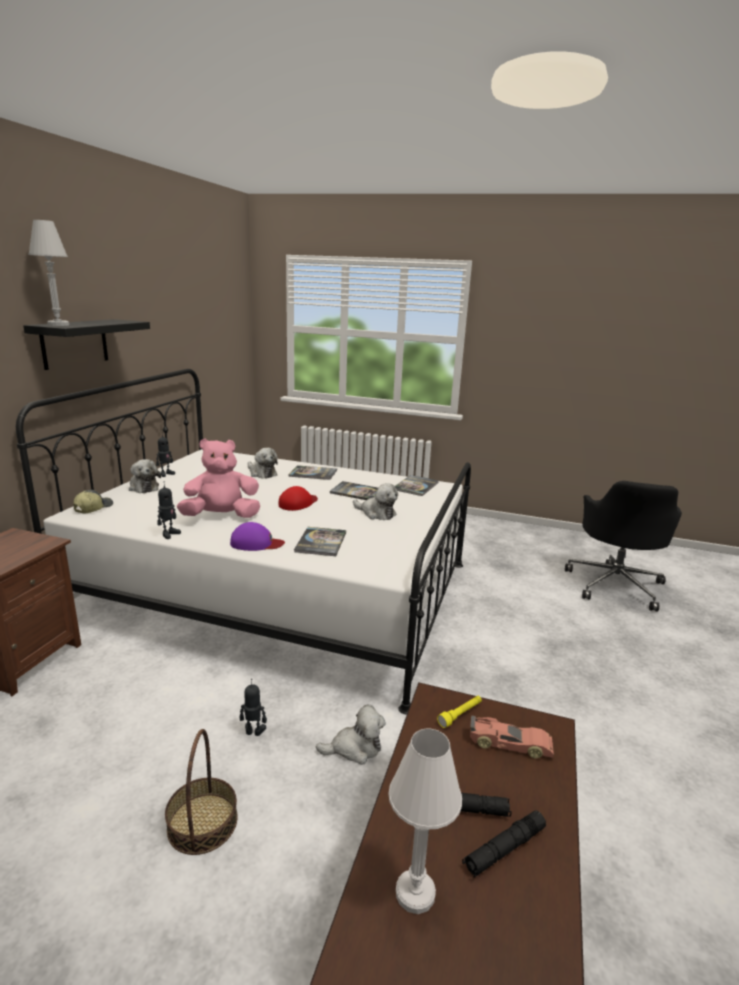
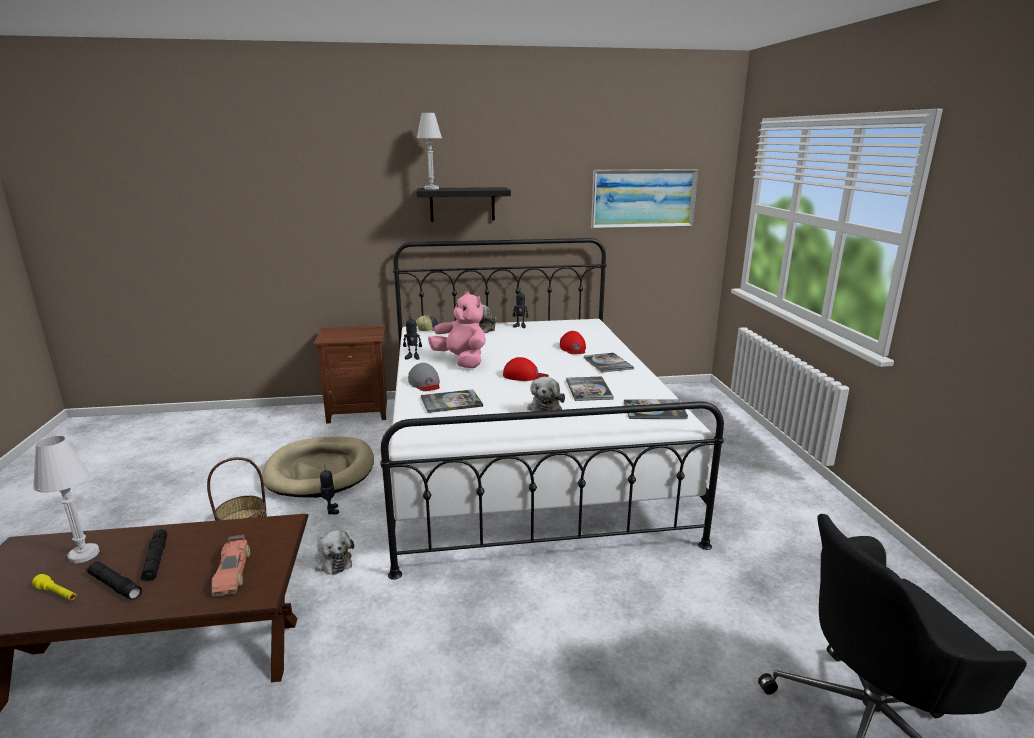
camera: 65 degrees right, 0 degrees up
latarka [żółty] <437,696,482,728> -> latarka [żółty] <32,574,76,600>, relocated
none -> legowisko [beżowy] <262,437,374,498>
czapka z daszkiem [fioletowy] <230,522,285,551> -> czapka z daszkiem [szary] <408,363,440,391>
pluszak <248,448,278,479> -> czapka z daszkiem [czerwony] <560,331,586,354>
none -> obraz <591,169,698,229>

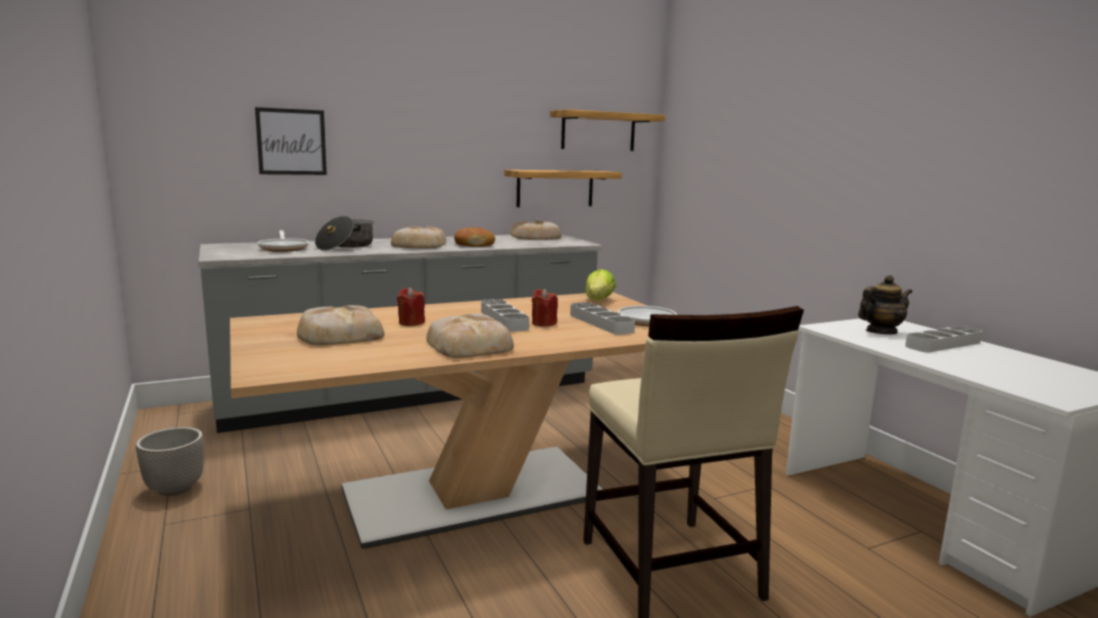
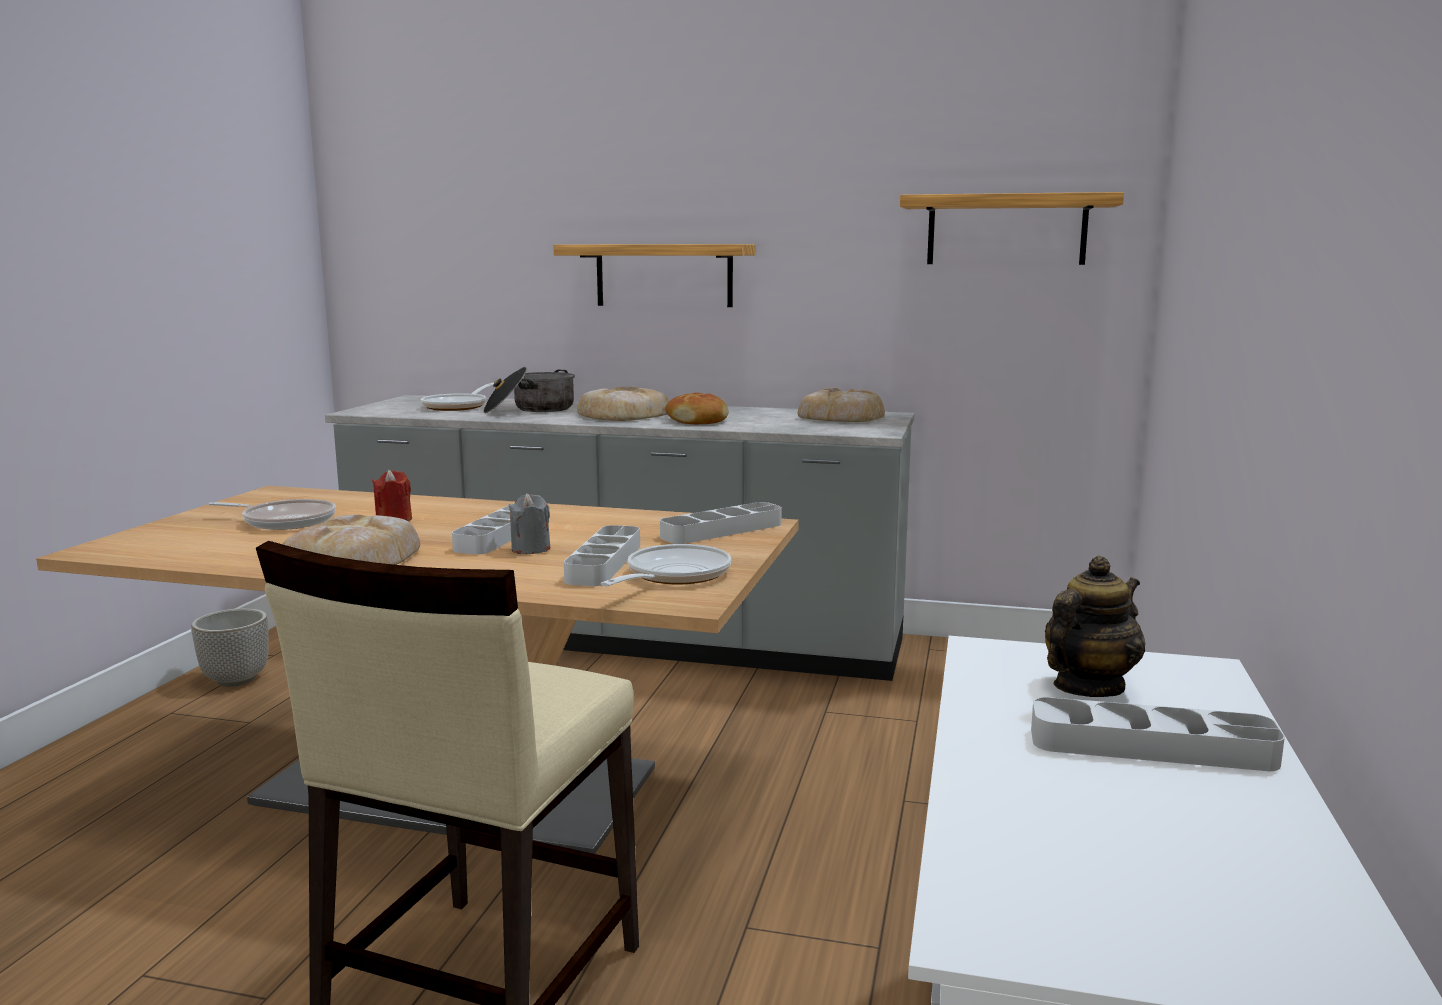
camera: 40 degrees right, 0 degrees up
chleb <297,305,385,345> -> patelnia <208,499,336,530>
świeca [czerwony] <532,288,558,327> -> świeca [szary] <508,493,550,554>
półka <504,170,622,207> -> półka <553,244,755,307>, relocated
sałata <585,269,616,300> -> taca [szary] <660,502,782,544>
imbryk <858,275,912,334> -> imbryk <1045,556,1146,697>, 60 degrees counterclockwise
obraz <255,107,327,175> -> none

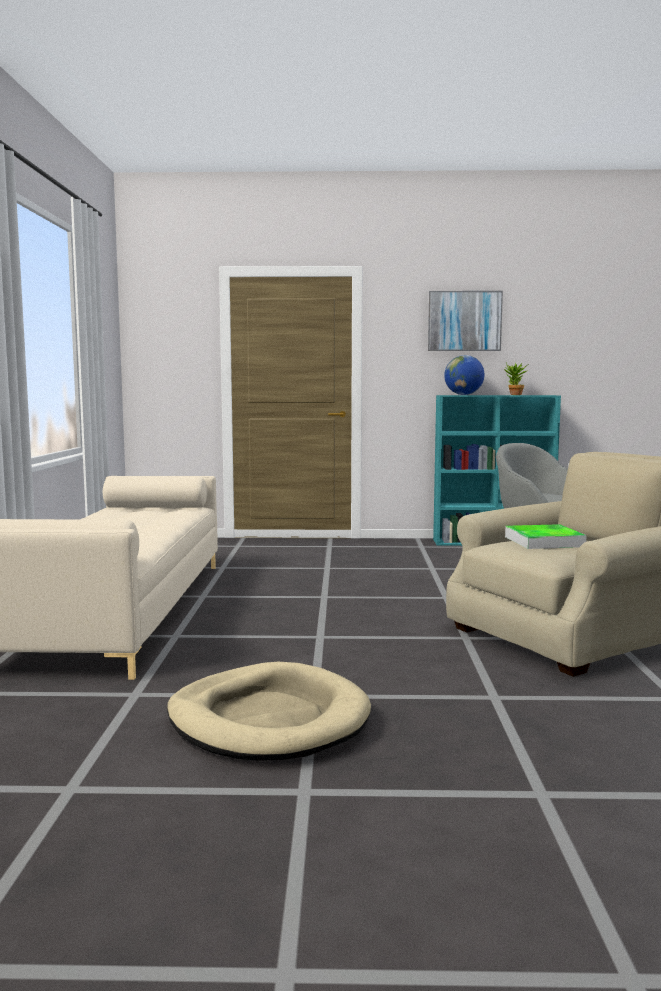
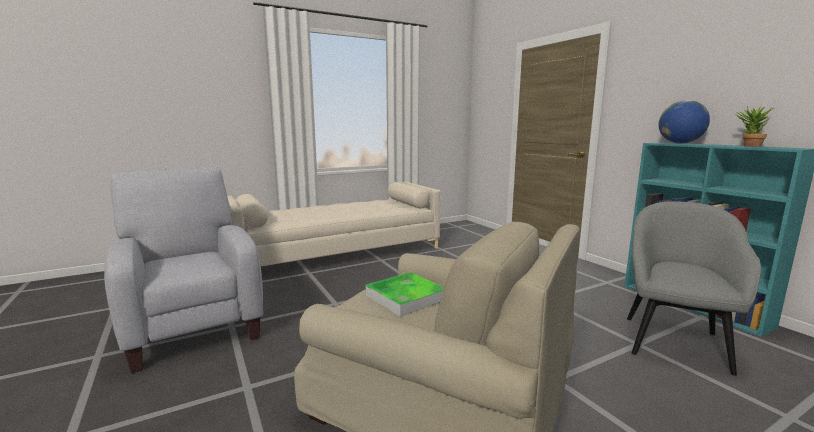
camera: 60 degrees right, 5 degrees up
legowisko [beżowy] <167,662,371,761> -> fotel [szary] <104,167,263,373>
obraz <428,291,503,351> -> none

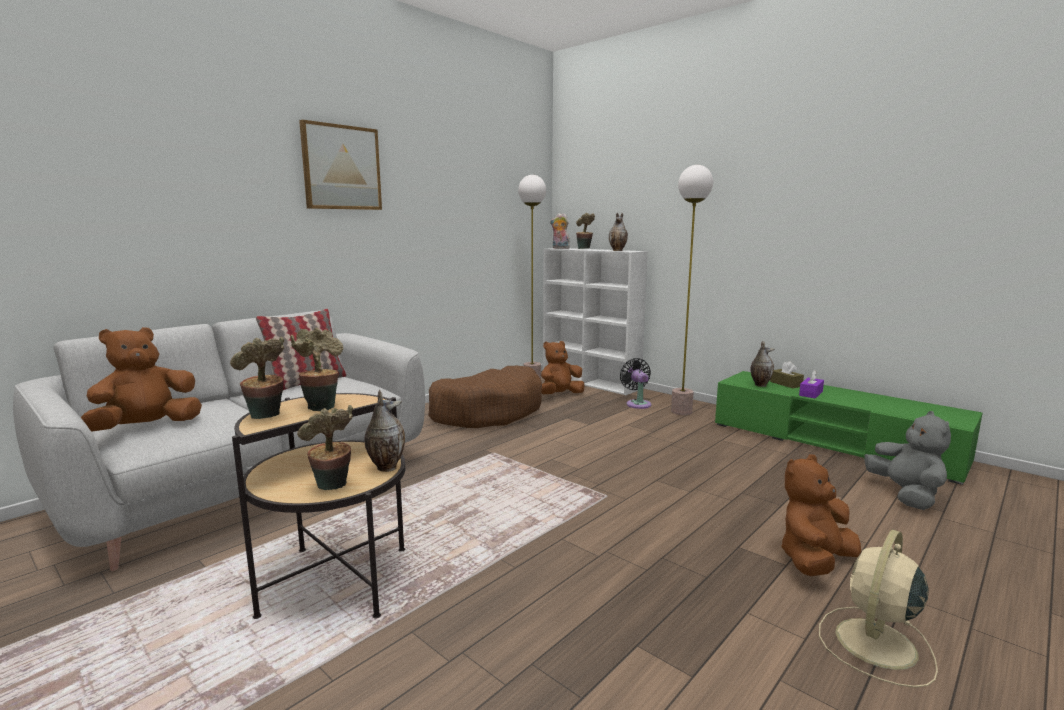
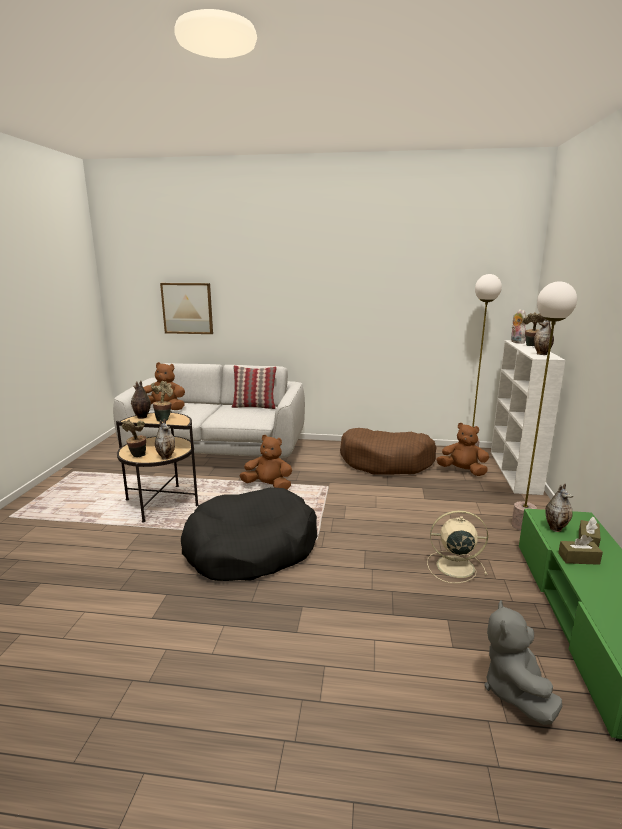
camera: 55 degrees right, 5 degrees up
roślina doniczkowa <230,337,284,419> -> wazon <131,380,151,419>
obraz <299,120,382,210> -> obraz <160,283,213,334>, relocated
none -> legowisko [czarny] <181,487,318,581>
pluszak [brązowy] <781,454,861,576> -> pluszak [brązowy] <239,435,292,490>, relocated
wentylator [beżowy] <819,530,938,688> -> wentylator [beżowy] <427,510,488,583>, relocated
pluszak [szary] <864,411,951,510> -> pluszak [szary] <485,600,562,725>, 135 degrees clockwise
pudełko chusteczek [fioletowy] <799,370,824,399> -> pudełko chusteczek [brązowy] <558,535,603,565>
wentylator [czarny] <620,358,651,409> -> none

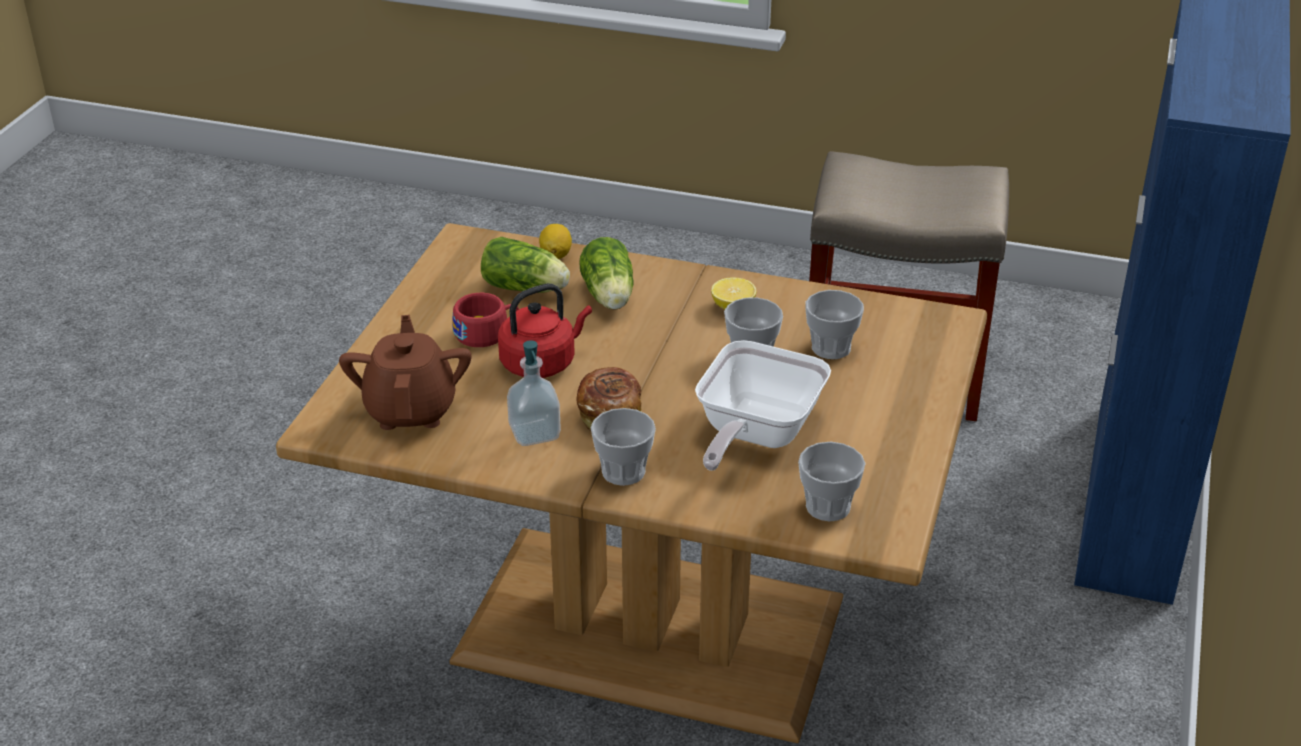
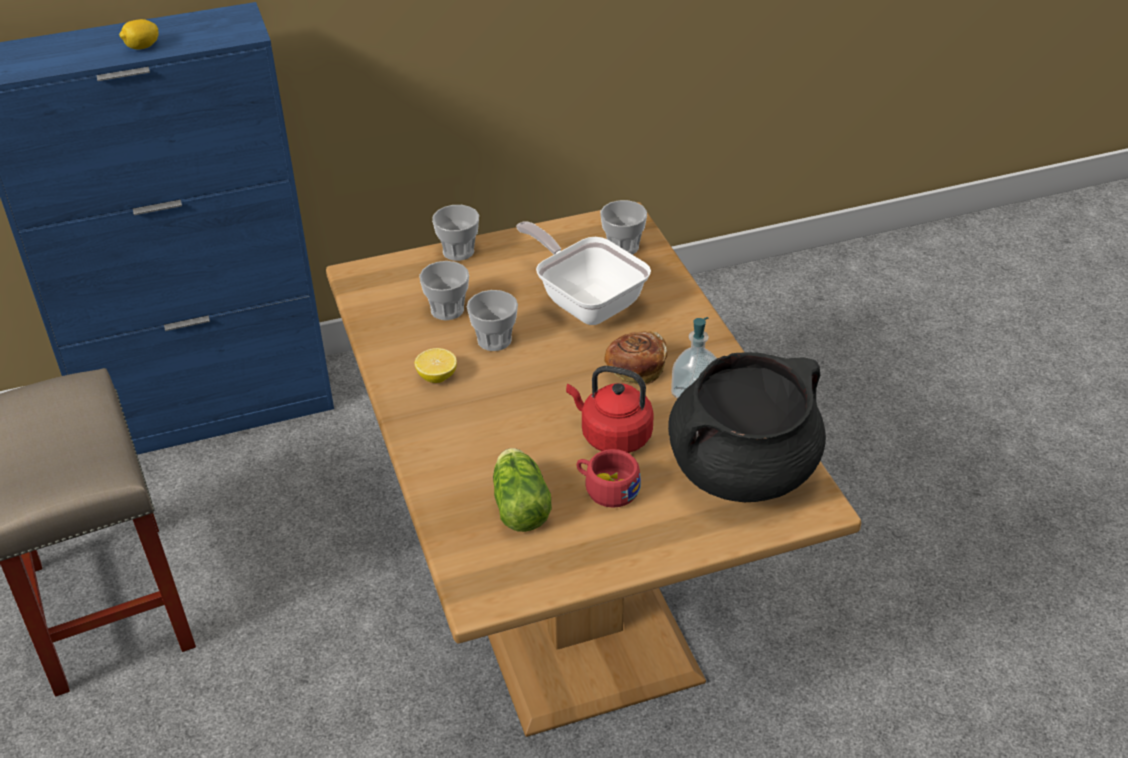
camera: 125 degrees left, 5 degrees up
cytryna <539,224,572,259> -> cytryna <119,19,159,49>, relocated
filiżanka <590,408,656,486> -> filiżanka <432,205,479,261>, relocated
patelnia <695,340,831,471> -> patelnia <516,221,651,325>, 120 degrees counterclockwise
imbryk [brązowy] <339,315,472,430> -> garnek [czarny] <668,352,826,502>
sałata <579,237,634,309> -> none

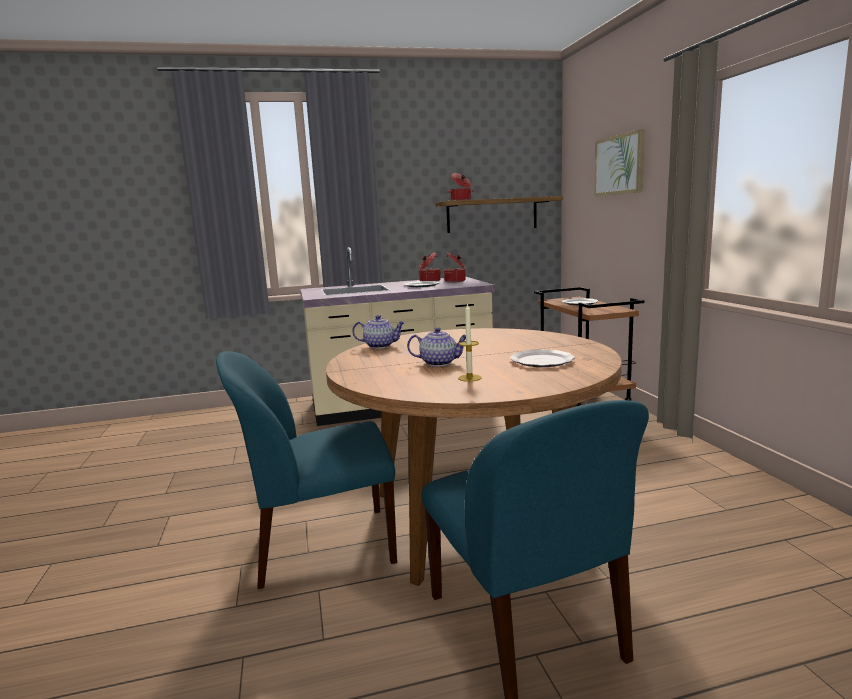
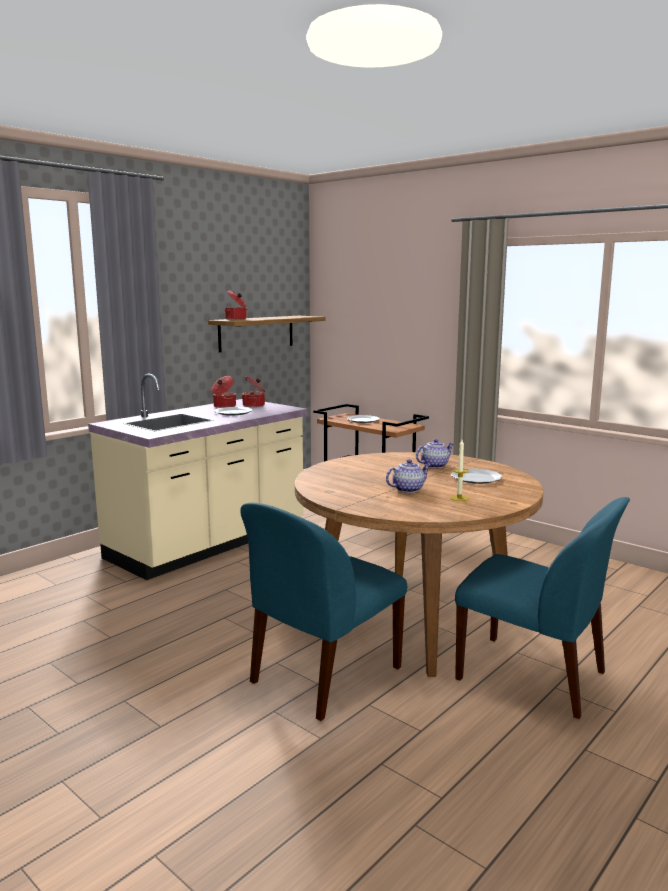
camera: 35 degrees left, 0 degrees up
imbryk <352,315,405,349> -> imbryk <416,439,453,468>, relocated
obraz <594,129,645,196> -> none

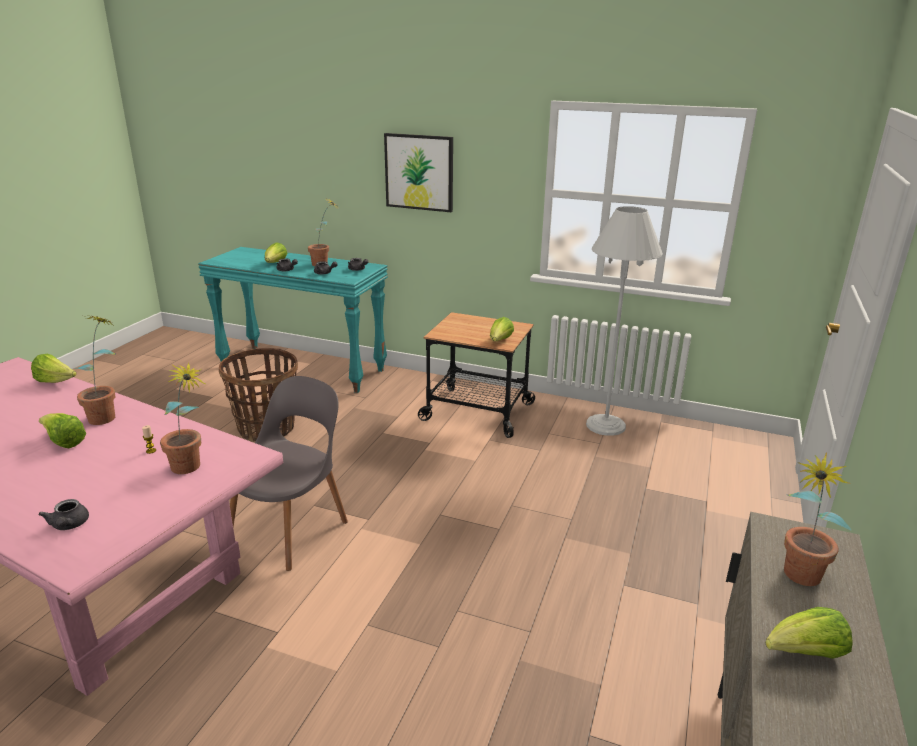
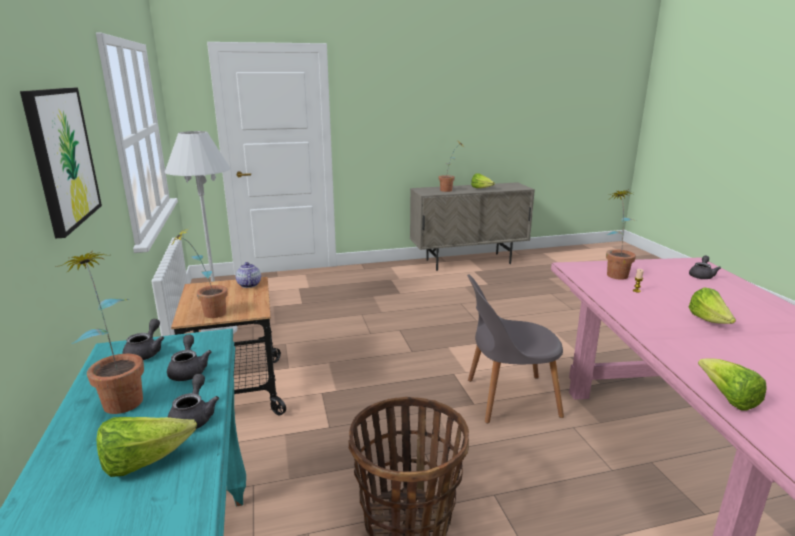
camera: 125 degrees left, 5 degrees down
roślina doniczkowa <74,316,116,425> -> roślina doniczkowa <171,229,228,318>, relocated
sałata <490,317,514,341> -> imbryk <236,262,261,288>

